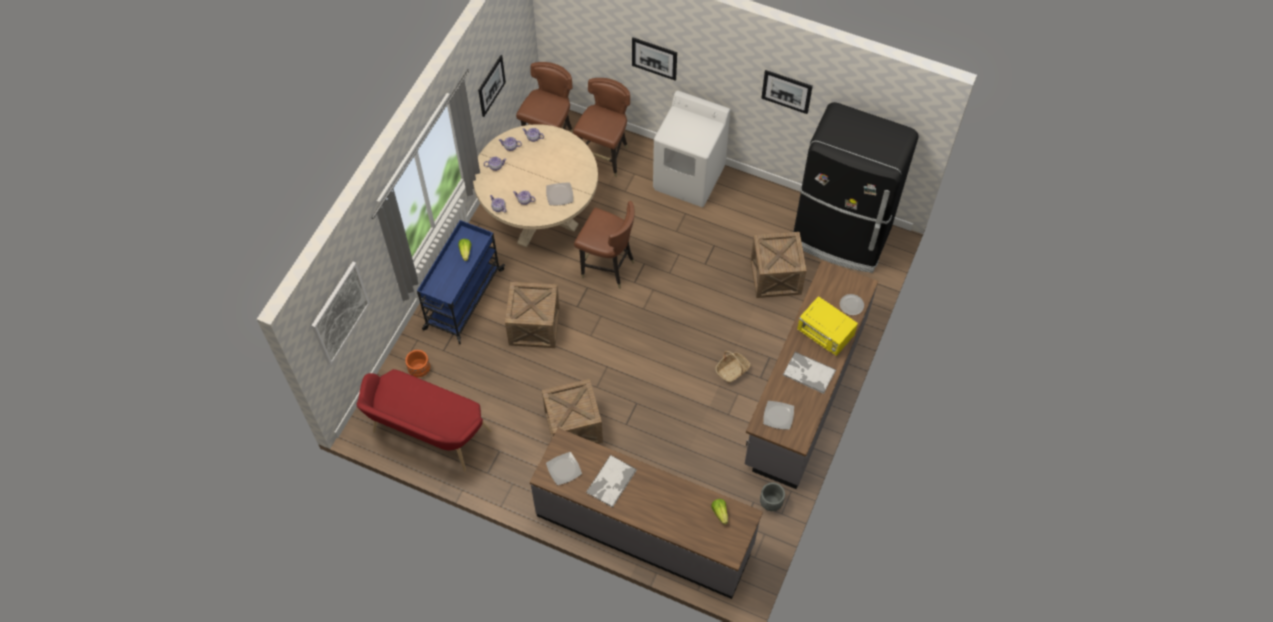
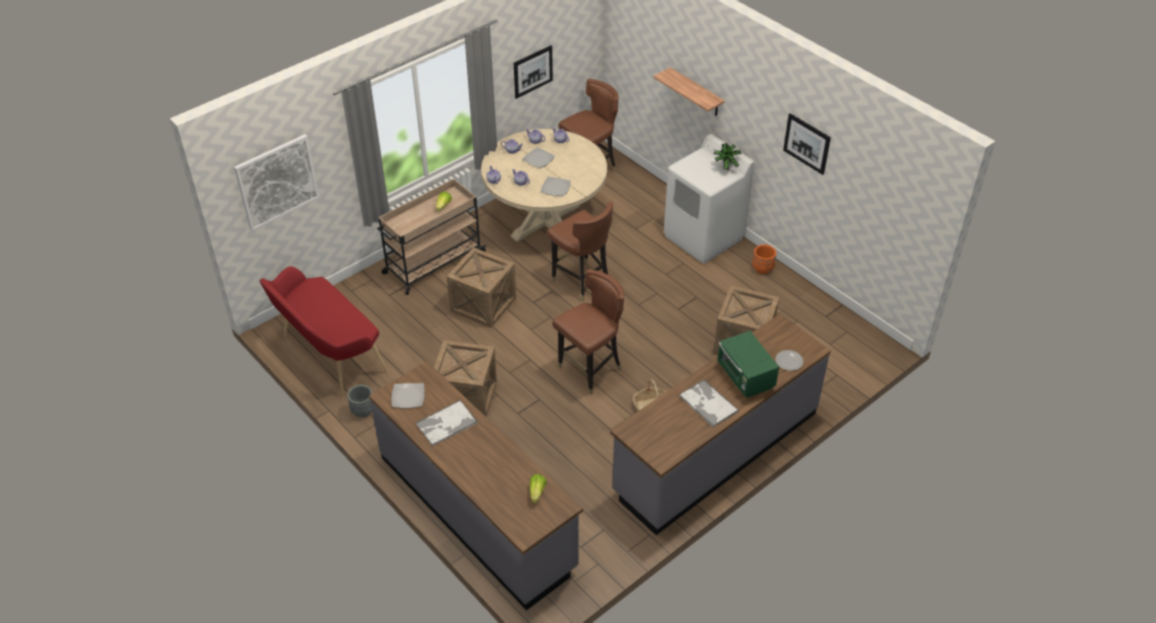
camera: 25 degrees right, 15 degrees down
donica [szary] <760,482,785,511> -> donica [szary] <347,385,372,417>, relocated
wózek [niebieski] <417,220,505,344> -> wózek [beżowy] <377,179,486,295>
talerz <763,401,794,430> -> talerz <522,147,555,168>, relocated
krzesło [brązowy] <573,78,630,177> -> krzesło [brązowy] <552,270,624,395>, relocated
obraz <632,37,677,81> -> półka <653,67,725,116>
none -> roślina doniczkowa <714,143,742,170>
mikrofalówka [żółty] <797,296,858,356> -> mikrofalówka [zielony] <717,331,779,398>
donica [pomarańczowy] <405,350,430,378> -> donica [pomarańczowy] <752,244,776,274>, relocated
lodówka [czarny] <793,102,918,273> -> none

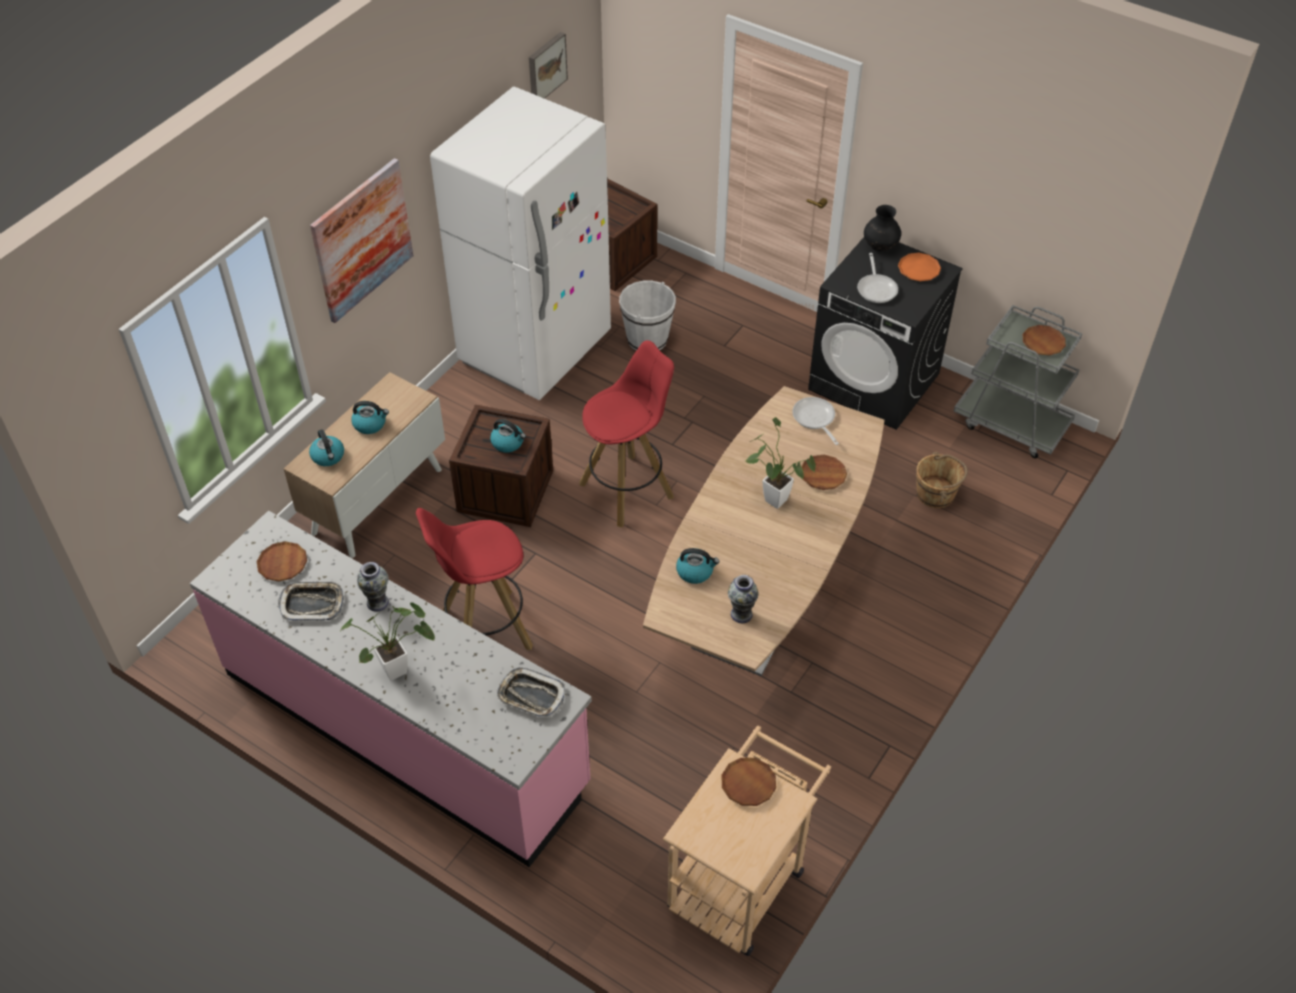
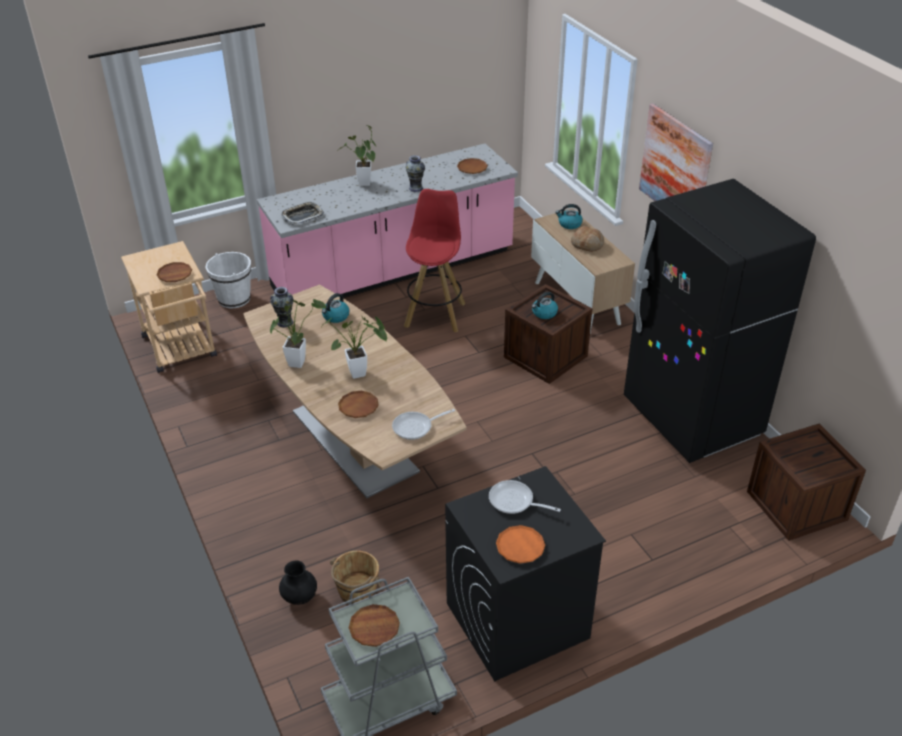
camera: 120 degrees right, 10 degrees down
wiadro [biały] <619,281,676,351> -> wiadro [biały] <206,252,251,308>, relocated
none -> roślina doniczkowa <270,299,327,368>
wazon [czarny] <864,205,901,251> -> wazon [czarny] <279,561,317,605>, relocated
patelnia <792,397,839,445> -> patelnia <392,409,455,440>, 150 degrees clockwise
czajnik <351,401,389,434> -> chleb <571,226,604,252>
lodówka [biały] <430,86,611,400> -> lodówka [czarny] <624,179,816,463>
taca <278,582,344,621> -> none
obraz <529,32,568,99> -> none
stołek [czerwony] <580,340,674,528> -> none

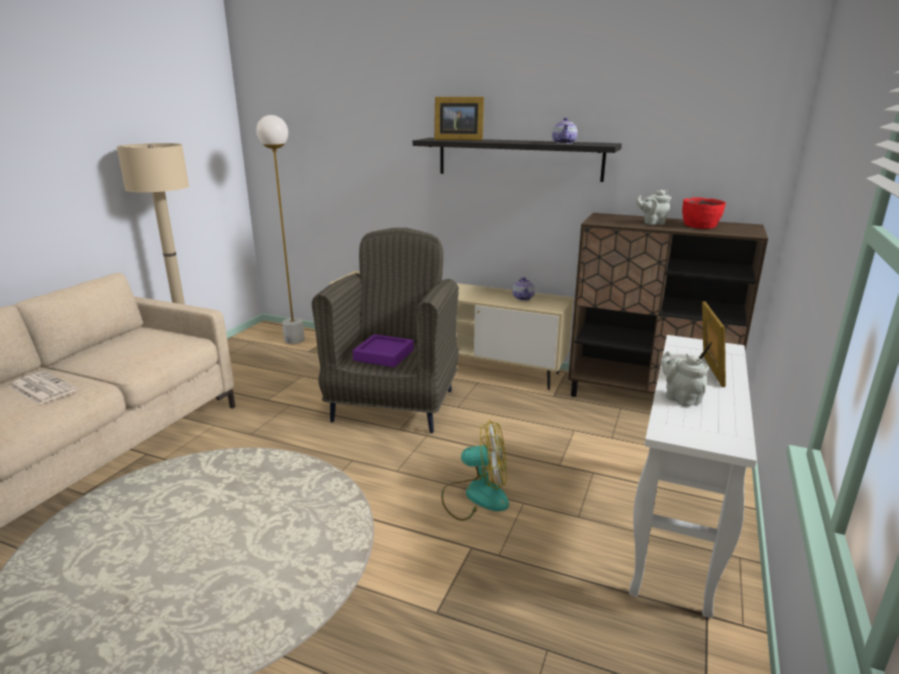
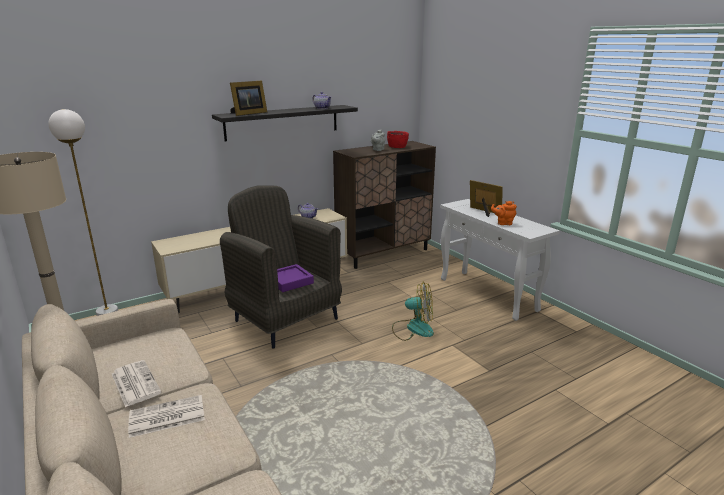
camera: 55 degrees left, 0 degrees up
none -> gazeta <112,360,162,408>
wentylator <441,420,509,521> -> wentylator <392,282,434,341>, 60 degrees clockwise
imbryk [szary] <660,351,708,407> -> imbryk [pomarańczowy] <491,201,517,225>

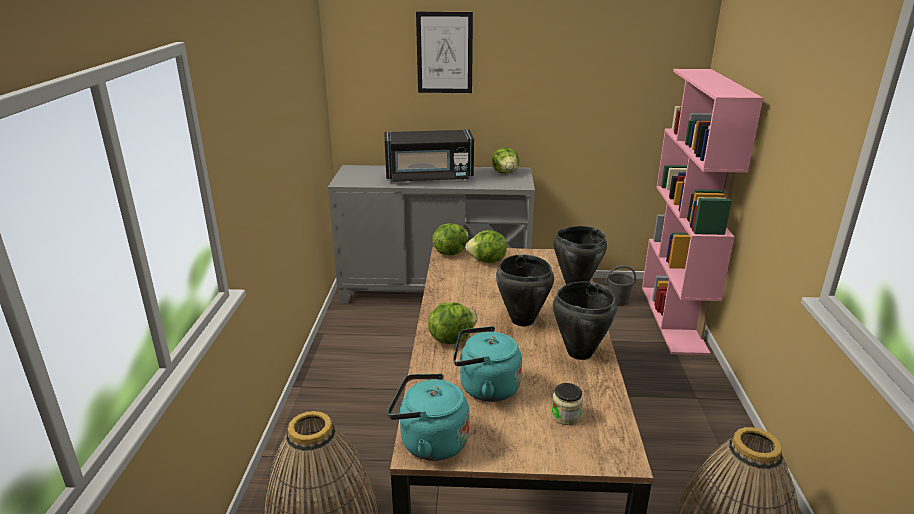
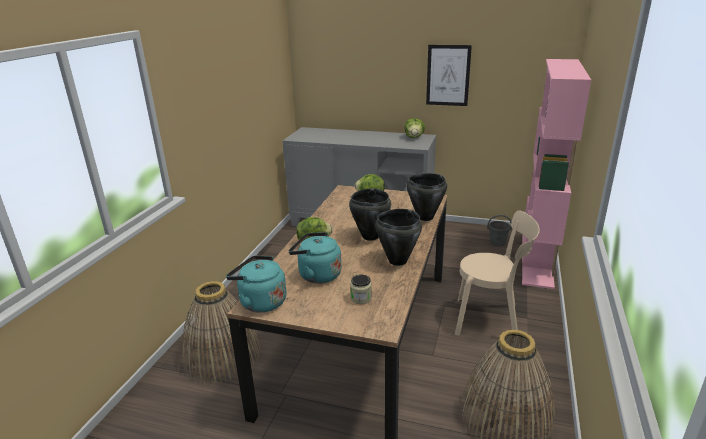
camera: 15 degrees right, 0 degrees up
obraz <416,12,473,93> -> obraz <426,45,472,106>, relocated
none -> krzesło [beżowy] <455,211,540,341>
mikrofalówka [czarny] <384,130,474,182> -> none
sałata <432,223,468,256> -> none

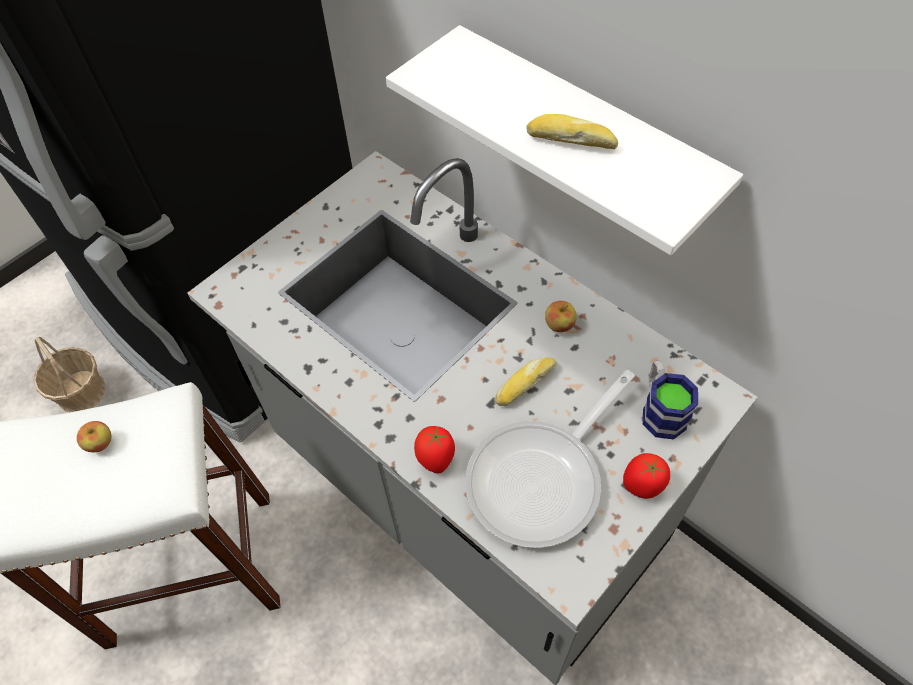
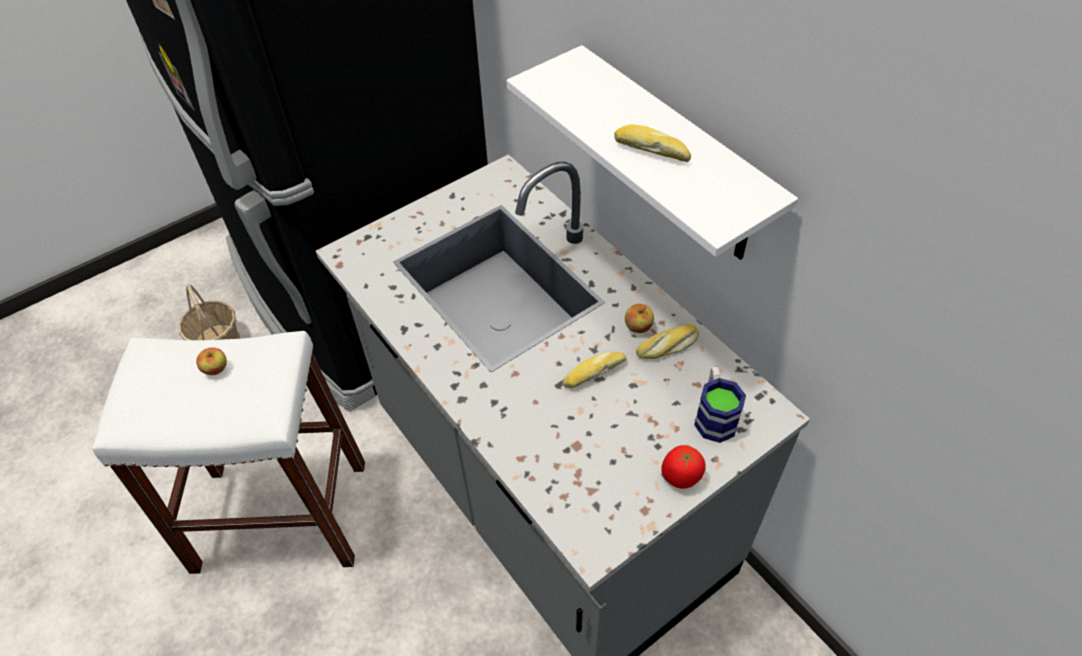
camera: 10 degrees right, 5 degrees down
none -> chleb <636,324,699,359>
pomidor <414,426,455,473> -> none
patelnia <465,370,635,548> -> none

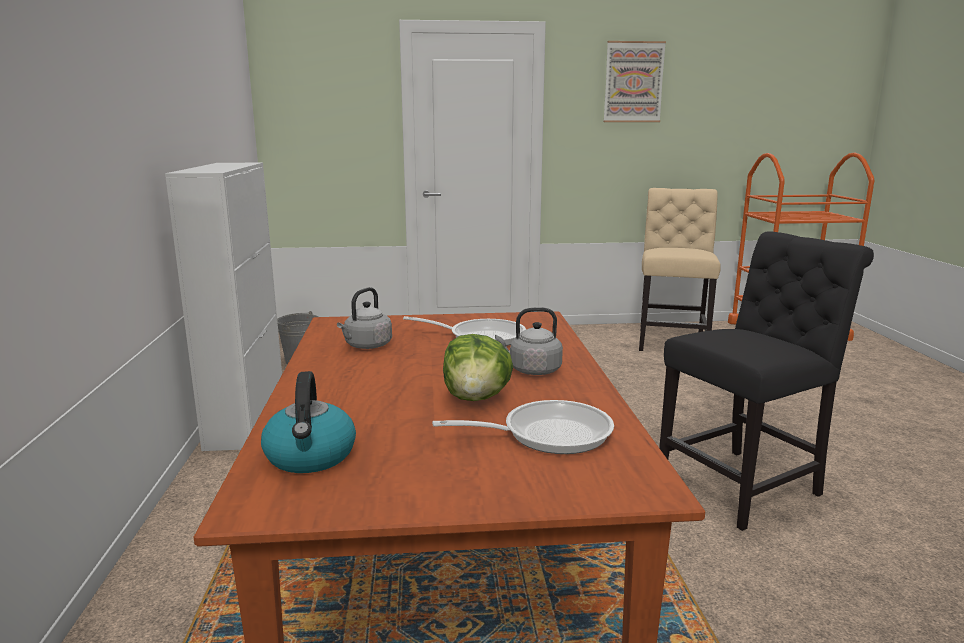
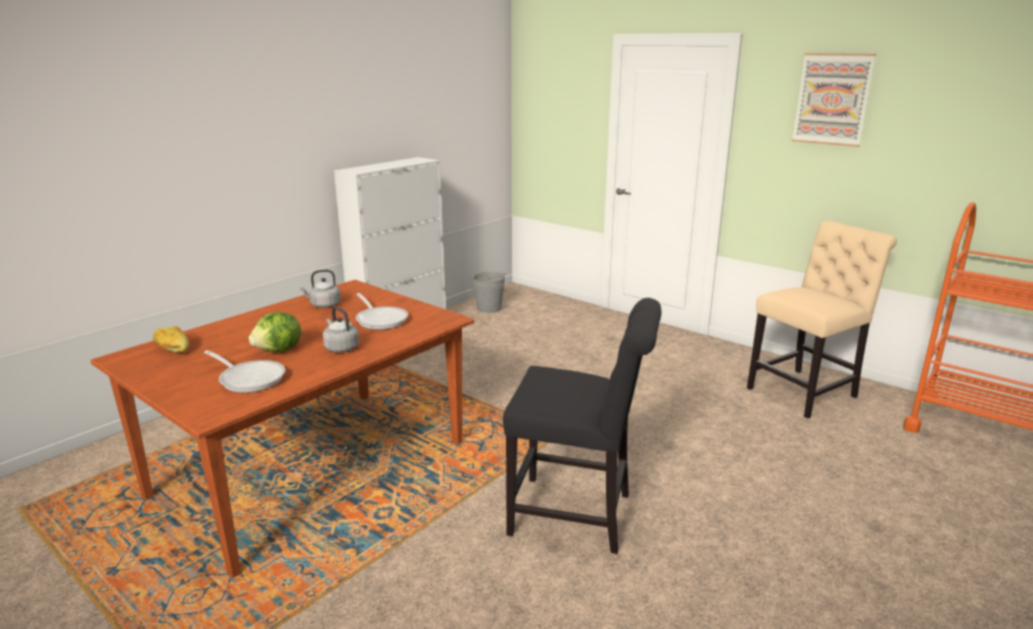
camera: 45 degrees right, 5 degrees up
czajnik <261,371,356,473> -> chleb <153,326,189,353>

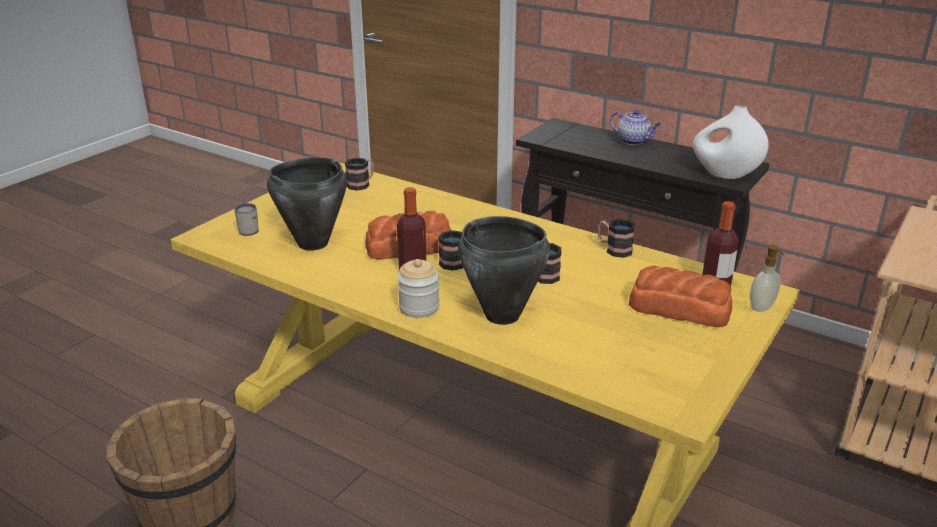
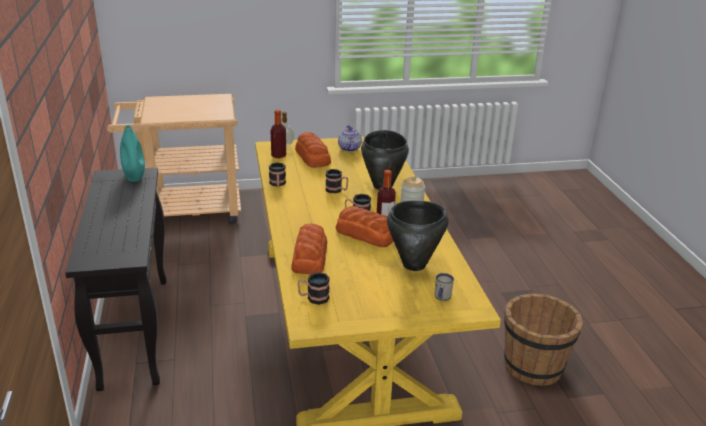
camera: 135 degrees left, 0 degrees up
wazon [biały] <693,106,768,179> -> wazon [turkusowy] <120,125,145,182>
none -> chleb <291,224,327,274>
imbryk <610,110,661,145> -> imbryk <338,125,362,152>, relocated

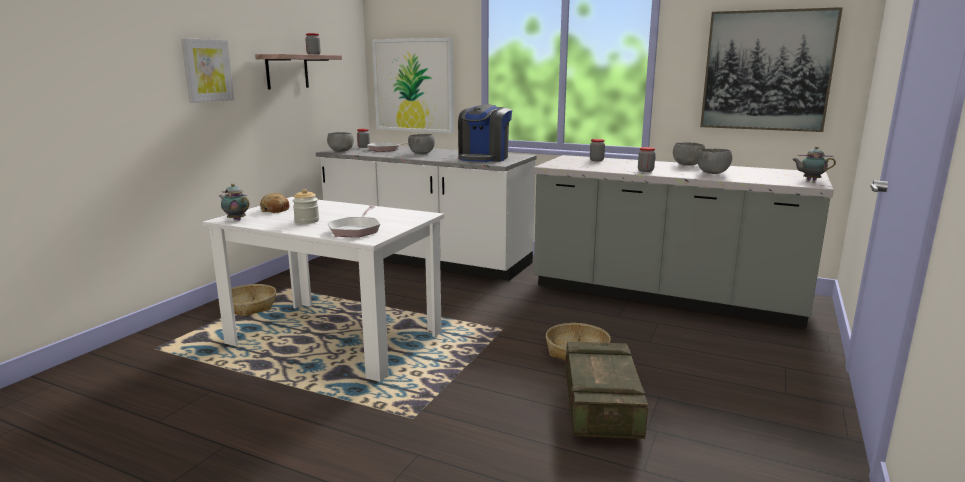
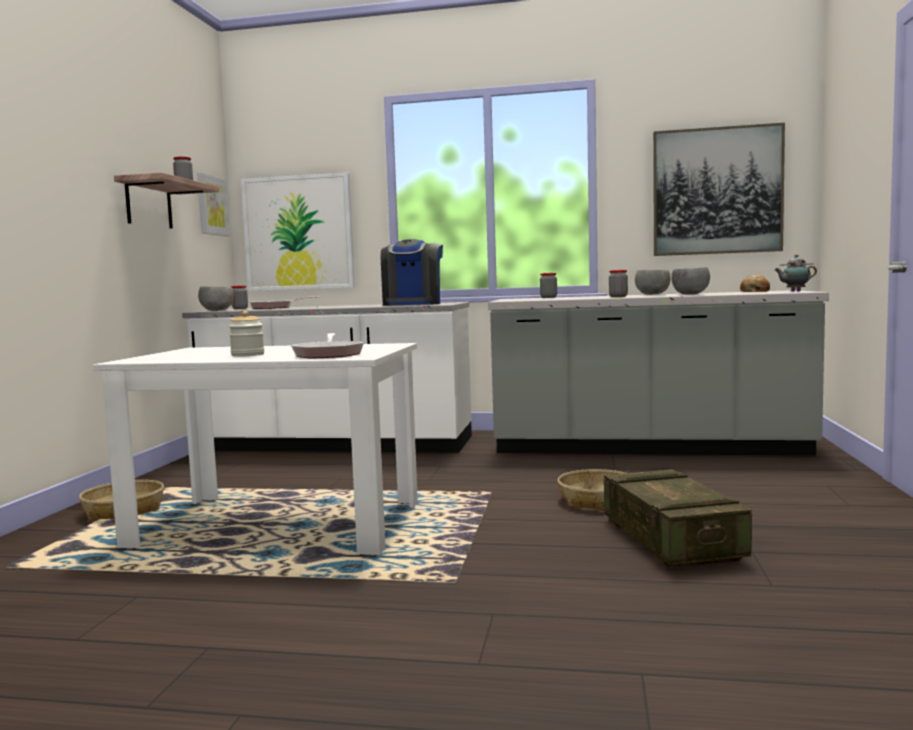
camera: 15 degrees left, 10 degrees down
obraz <181,38,234,103> -> obraz <197,173,230,236>, relocated
chleb <260,193,290,213> -> chleb <740,274,770,292>, relocated
imbryk <219,184,249,220> -> none
miska [szary] <408,134,435,154> -> none

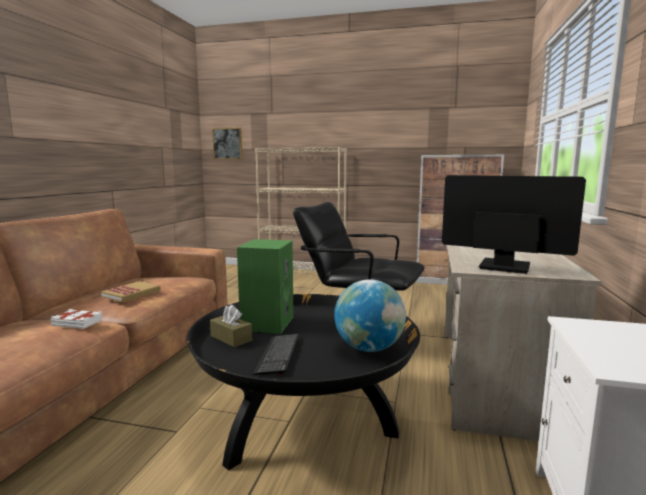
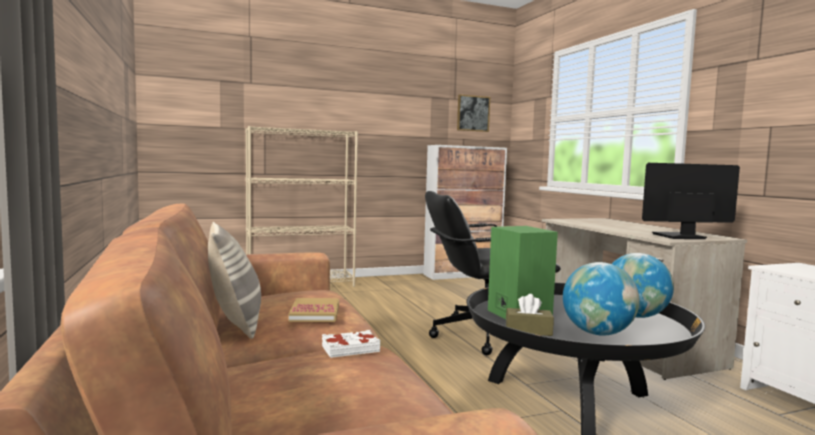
camera: 35 degrees left, 5 degrees down
none -> poduszka <208,222,261,339>
obraz <212,128,242,160> -> obraz <457,94,490,132>, relocated
klawiatura <252,334,299,375> -> globus <563,262,640,336>

